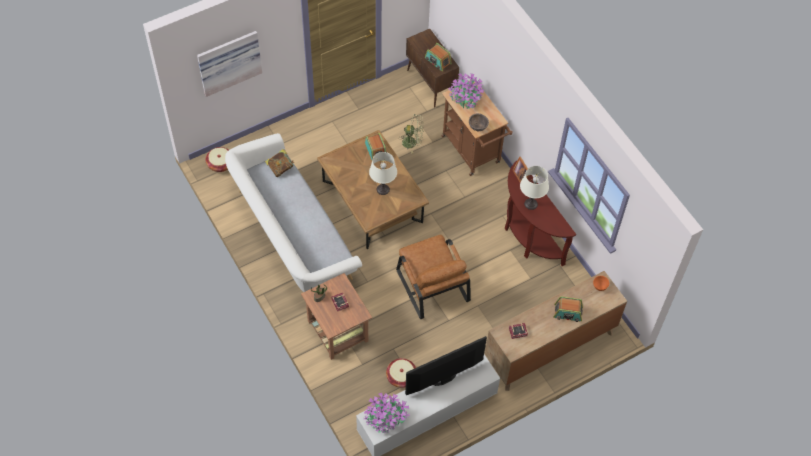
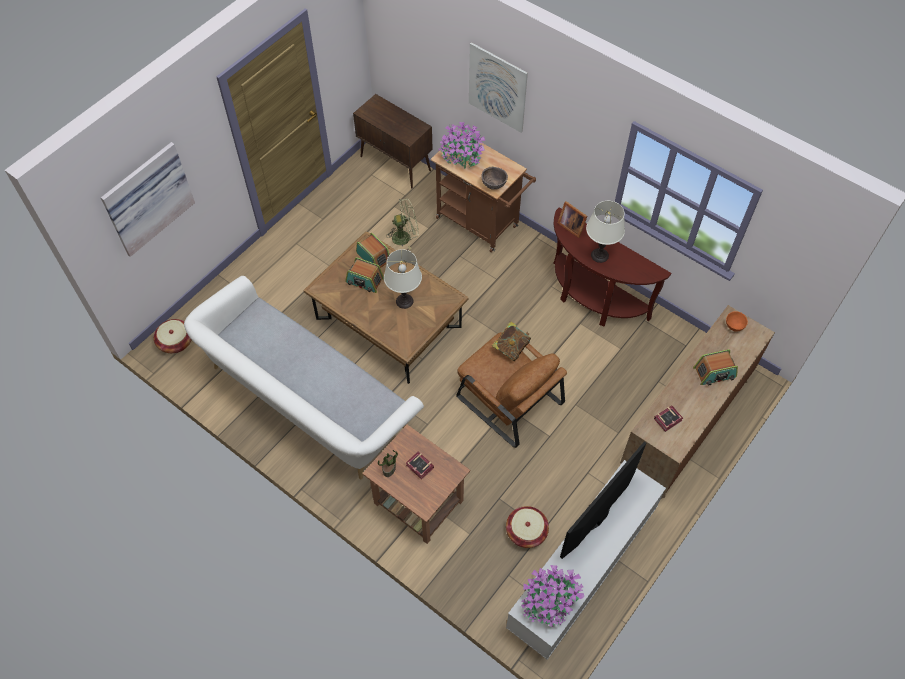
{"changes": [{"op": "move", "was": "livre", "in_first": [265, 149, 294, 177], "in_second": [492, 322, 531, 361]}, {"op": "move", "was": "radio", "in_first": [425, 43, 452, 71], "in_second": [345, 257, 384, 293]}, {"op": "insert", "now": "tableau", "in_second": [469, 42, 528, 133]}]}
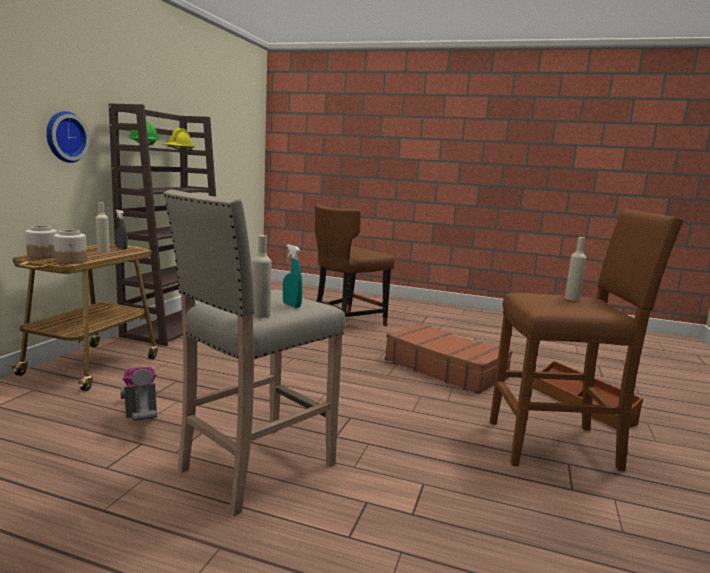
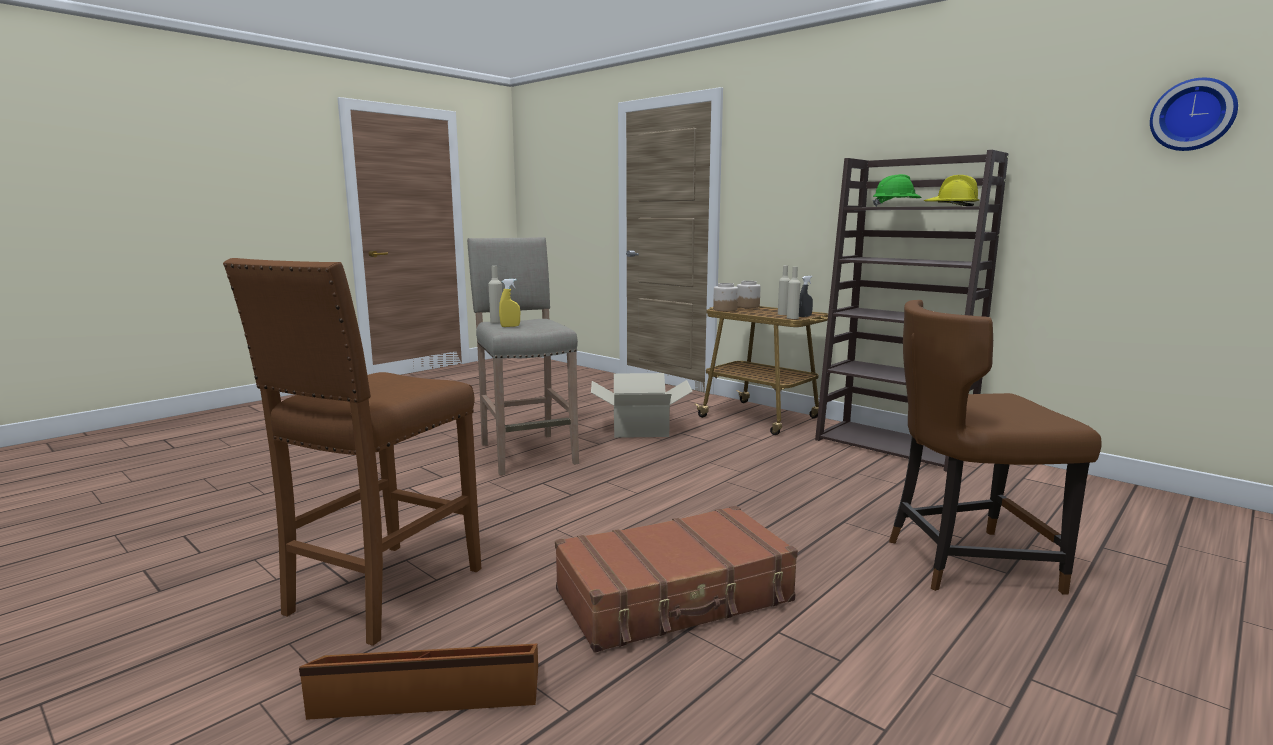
{"changes": [{"op": "move", "was": "horloge murale", "in_first": [46, 111, 90, 163], "in_second": [1150, 78, 1238, 151]}, {"op": "replace", "was": "aspirateur", "now": "carton", "in_first": [120, 367, 157, 421], "in_second": [591, 373, 693, 438]}, {"op": "recolor", "was": "vaporisateur (turquoise)", "now": "vaporisateur (jaune)", "in_first": [283, 245, 302, 308], "in_second": [499, 279, 520, 327]}, {"op": "rotate", "was": "chaise (marron)", "in_first": [315, 204, 395, 326], "in_second": [889, 300, 1101, 595], "clockwise": -75}, {"op": "move", "was": "bouteille (beige)", "in_first": [565, 237, 586, 301], "in_second": [787, 266, 800, 319]}]}
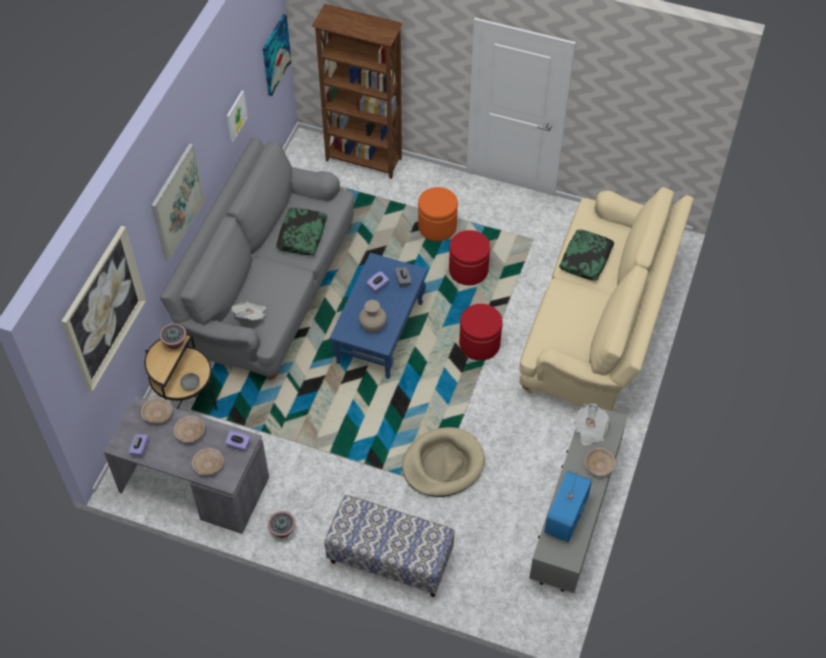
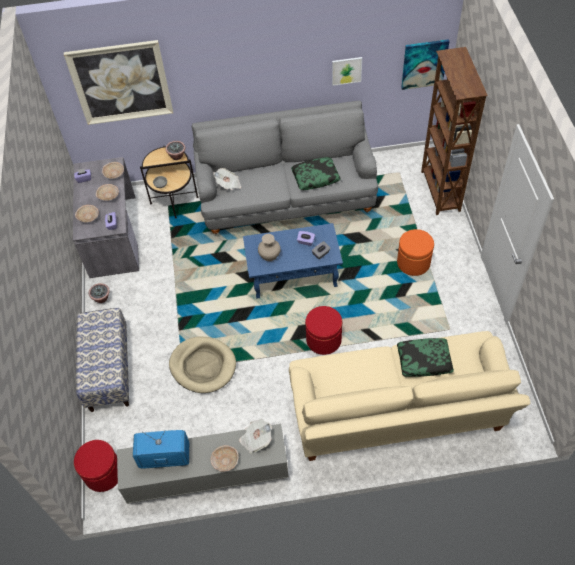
{"changes": [{"op": "delete", "was": "tableau", "in_first": [151, 143, 204, 261]}, {"op": "move", "was": "pouf (rouge)", "in_first": [449, 230, 490, 285], "in_second": [74, 440, 118, 492]}]}
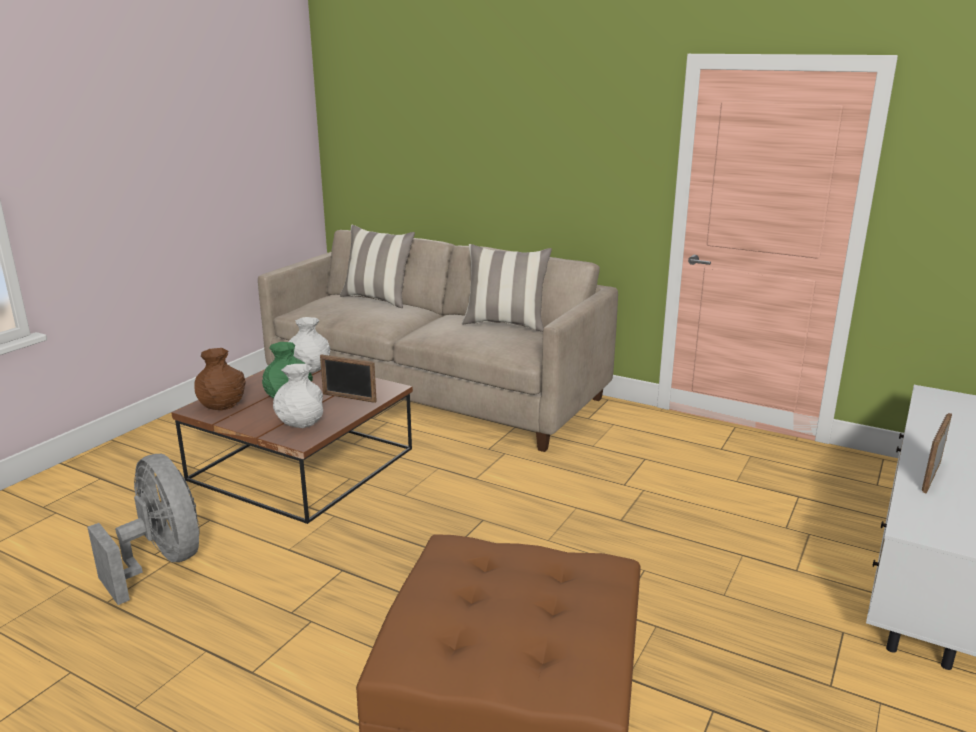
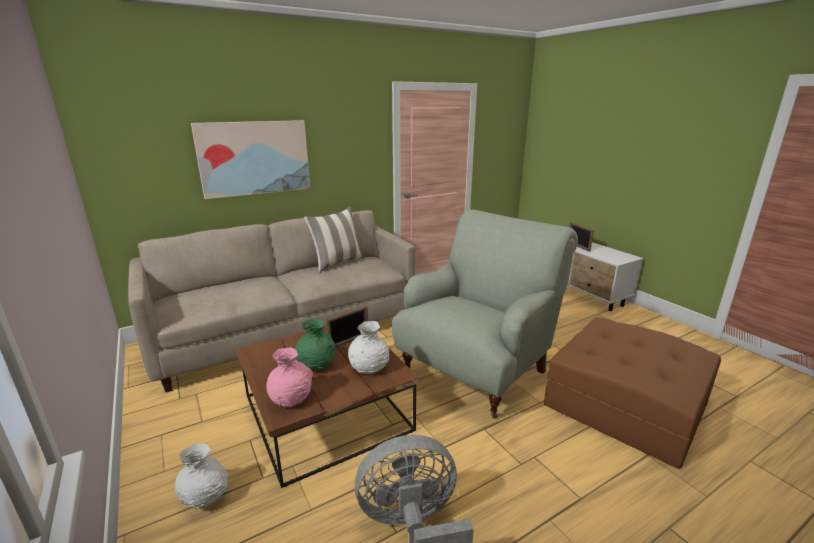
{"changes": [{"op": "recolor", "was": "vase (marron)", "now": "vase (rose)", "in_first": [194, 348, 246, 410], "in_second": [266, 347, 313, 407]}, {"op": "move", "was": "vase (blanc)", "in_first": [288, 317, 330, 373], "in_second": [175, 444, 228, 509]}, {"op": "delete", "was": "coussin", "in_first": [340, 225, 415, 308]}, {"op": "insert", "now": "tableau", "in_second": [191, 120, 310, 199]}, {"op": "insert", "now": "fauteuil (gris)", "in_second": [392, 209, 578, 418]}]}
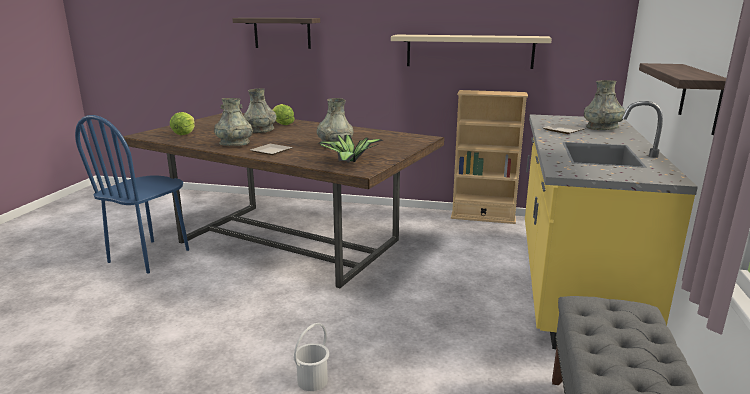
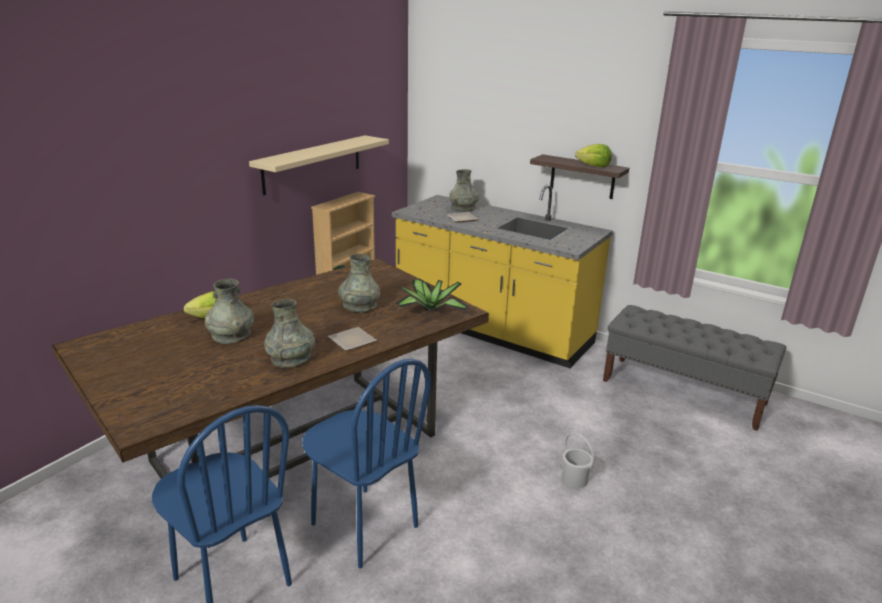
{"changes": [{"op": "move", "was": "laitue", "in_first": [170, 112, 195, 135], "in_second": [575, 144, 612, 167]}, {"op": "delete", "was": "étagère", "in_first": [232, 18, 320, 49]}, {"op": "insert", "now": "chaise (bleu)", "in_second": [302, 359, 431, 569]}]}
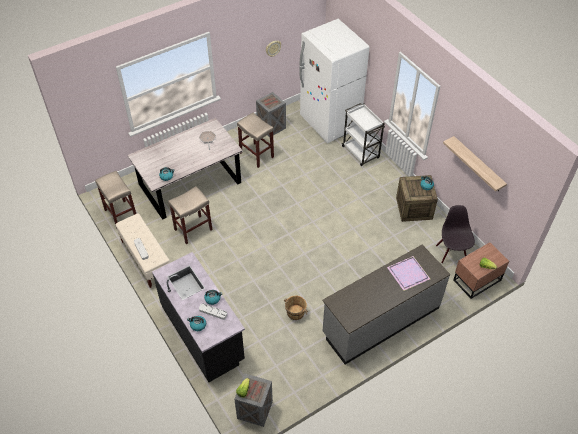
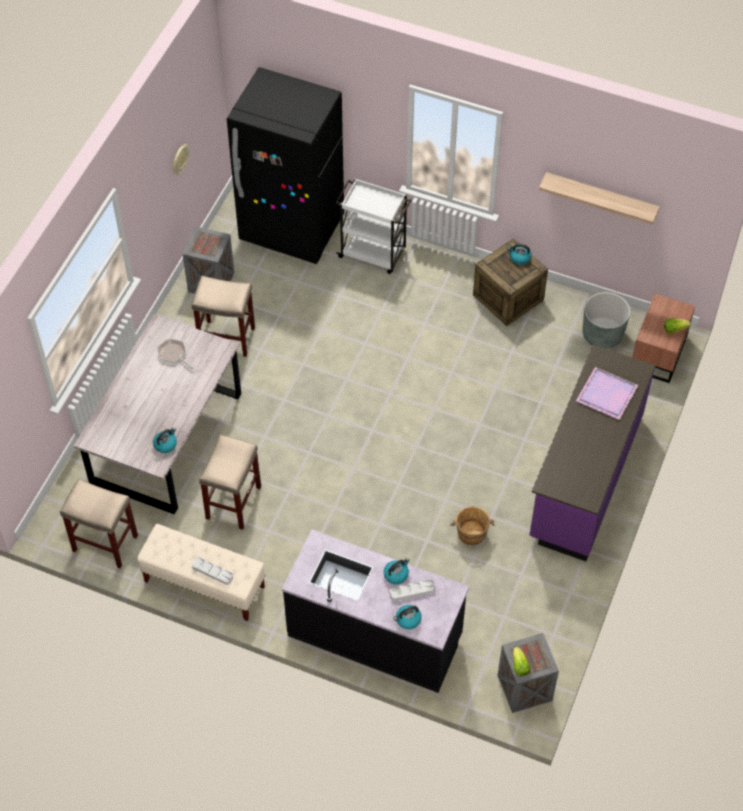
{"changes": [{"op": "recolor", "was": "réfrigérateur (blanc)", "now": "réfrigérateur (noir)", "in_first": [299, 19, 370, 143], "in_second": [227, 67, 344, 264]}, {"op": "recolor", "was": "comptoir de cuisine (gris)", "now": "comptoir de cuisine (violet)", "in_first": [322, 245, 450, 364], "in_second": [530, 345, 656, 561]}, {"op": "replace", "was": "chaise (noir)", "now": "cache-pot (gris)", "in_first": [436, 205, 475, 263], "in_second": [583, 292, 630, 349]}]}
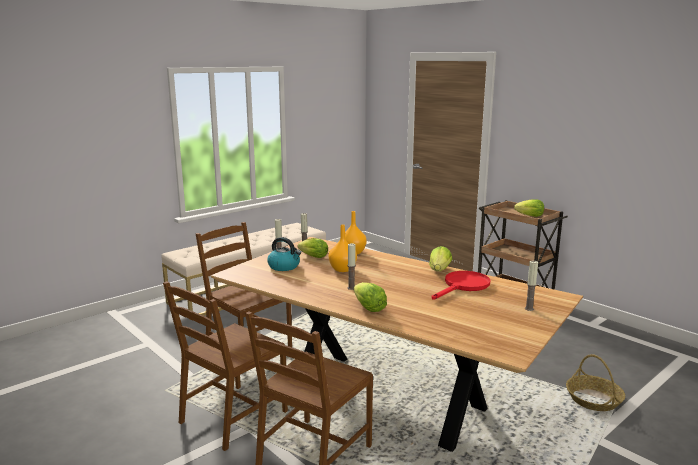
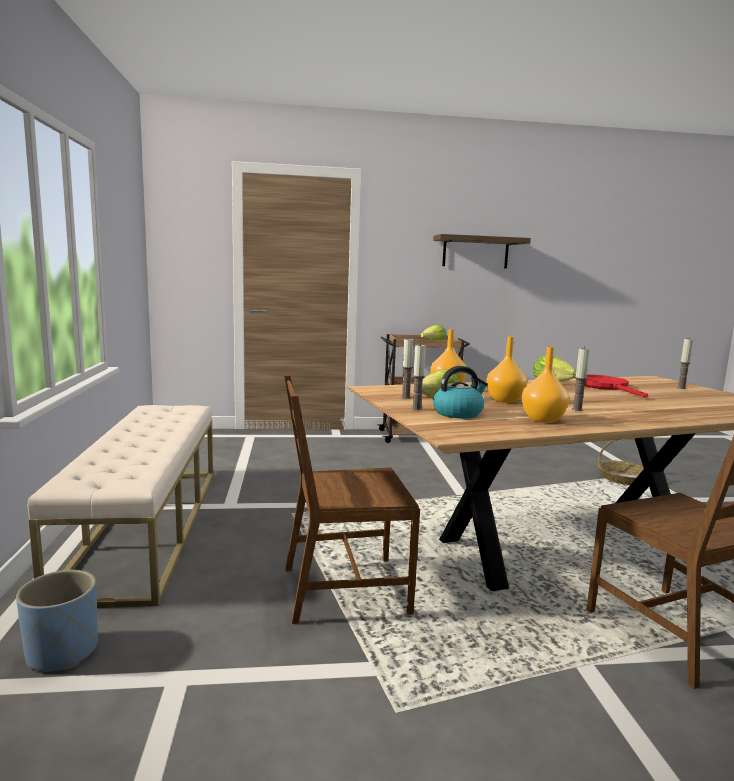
{"changes": [{"op": "delete", "was": "chaise (marron)", "in_first": [163, 281, 288, 451]}, {"op": "delete", "was": "laitue", "in_first": [353, 282, 387, 312]}, {"op": "insert", "now": "cache-pot (bleu)", "in_second": [16, 570, 98, 671]}, {"op": "insert", "now": "étagère", "in_second": [433, 234, 531, 269]}, {"op": "insert", "now": "vase (orange)", "in_second": [522, 346, 569, 423]}]}
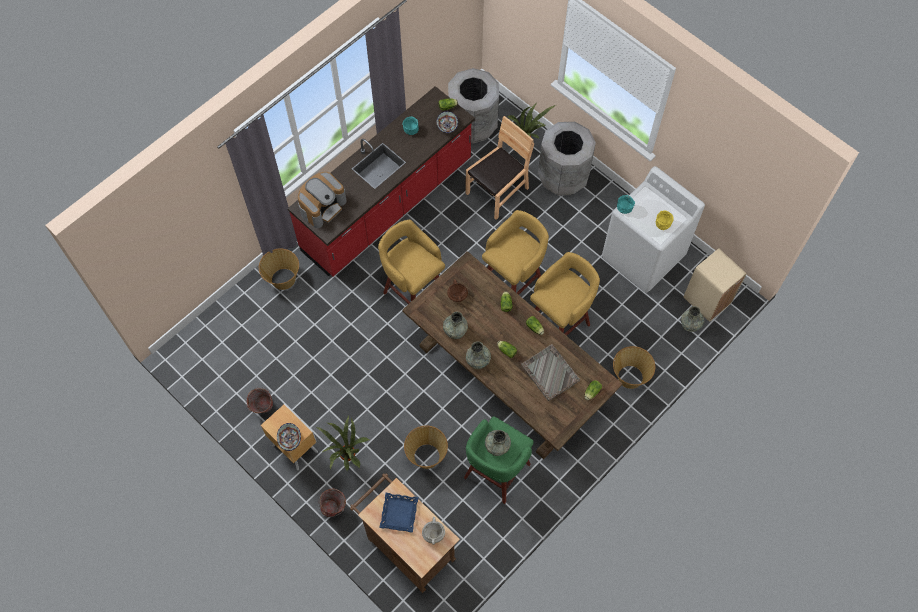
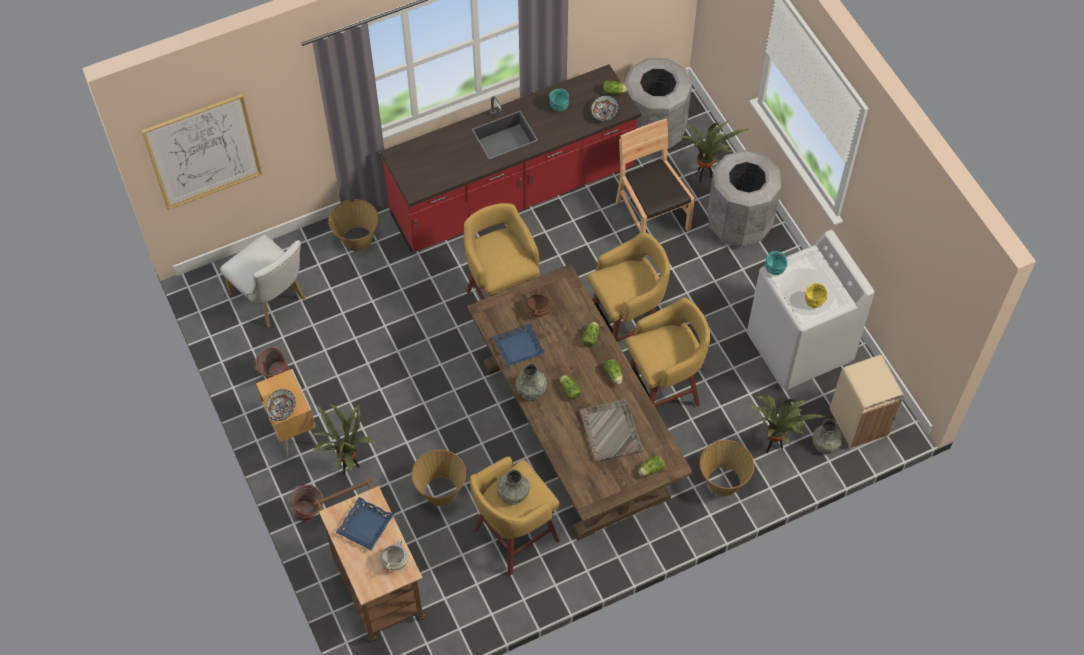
{"changes": [{"op": "delete", "was": "machine à café", "in_first": [298, 172, 347, 228]}, {"op": "replace", "was": "vase (gris)", "now": "plateau (bleu)", "in_first": [443, 312, 468, 339], "in_second": [493, 323, 545, 367]}, {"op": "recolor", "was": "tabouret (vert)", "now": "tabouret (jaune)", "in_first": [464, 416, 534, 504], "in_second": [470, 456, 560, 576]}, {"op": "rotate", "was": "chaise (marron)", "in_first": [465, 116, 534, 220], "in_second": [616, 118, 695, 232], "clockwise": -90}, {"op": "insert", "now": "tableau", "in_second": [141, 94, 262, 210]}, {"op": "insert", "now": "chaise (blanc)", "in_second": [220, 235, 305, 327]}, {"op": "insert", "now": "plante en pot", "in_second": [747, 395, 825, 453]}]}
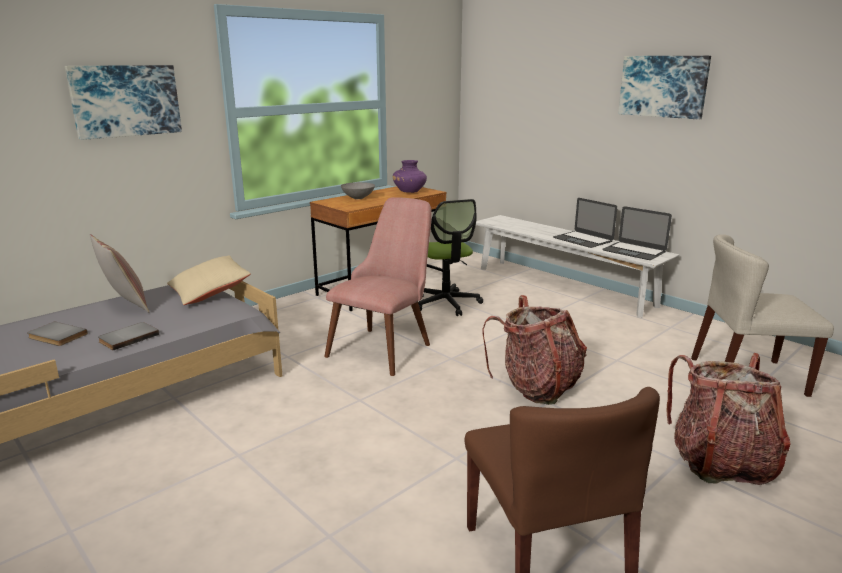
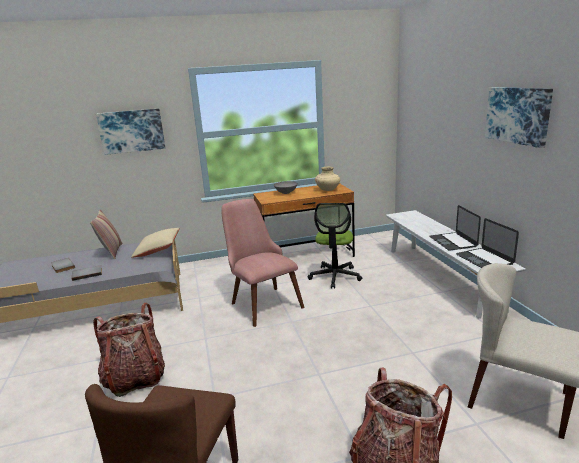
{"changes": [{"op": "rotate", "was": "chaise (rose)", "in_first": [324, 197, 432, 376], "in_second": [221, 199, 304, 327], "clockwise": -90}, {"op": "recolor", "was": "vase (violet)", "now": "vase (beige)", "in_first": [393, 160, 427, 193], "in_second": [315, 167, 340, 191]}, {"op": "move", "was": "sac à dos", "in_first": [482, 295, 587, 405], "in_second": [93, 303, 165, 397]}]}
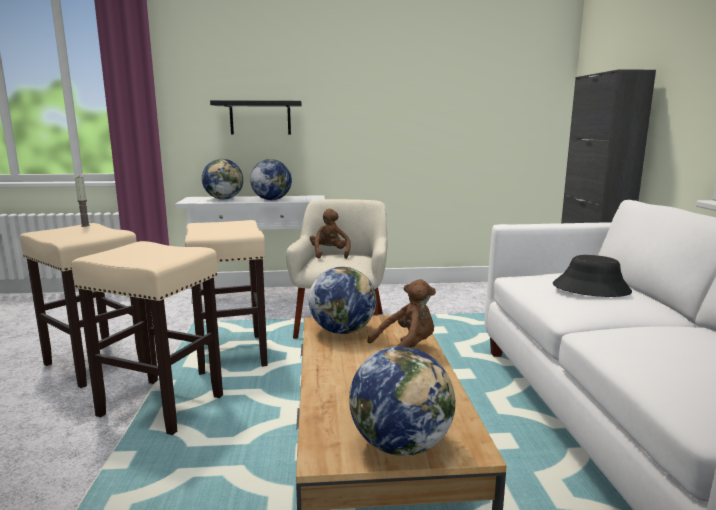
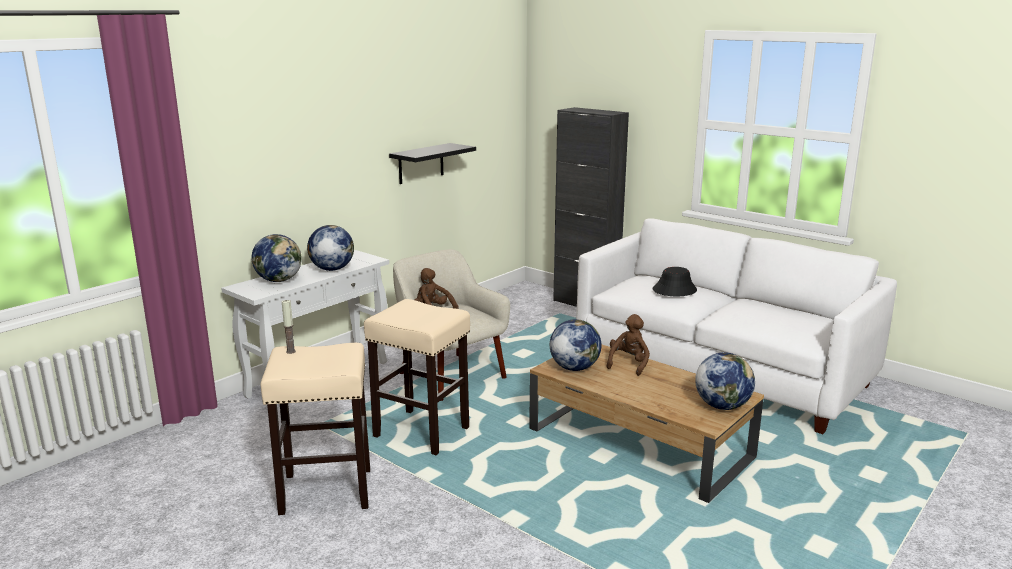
{"changes": [{"op": "delete", "was": "tabouret (beige)", "in_first": [71, 241, 223, 435]}, {"op": "move", "was": "étagère (noir)", "in_first": [210, 100, 302, 134], "in_second": [389, 143, 476, 184]}]}
